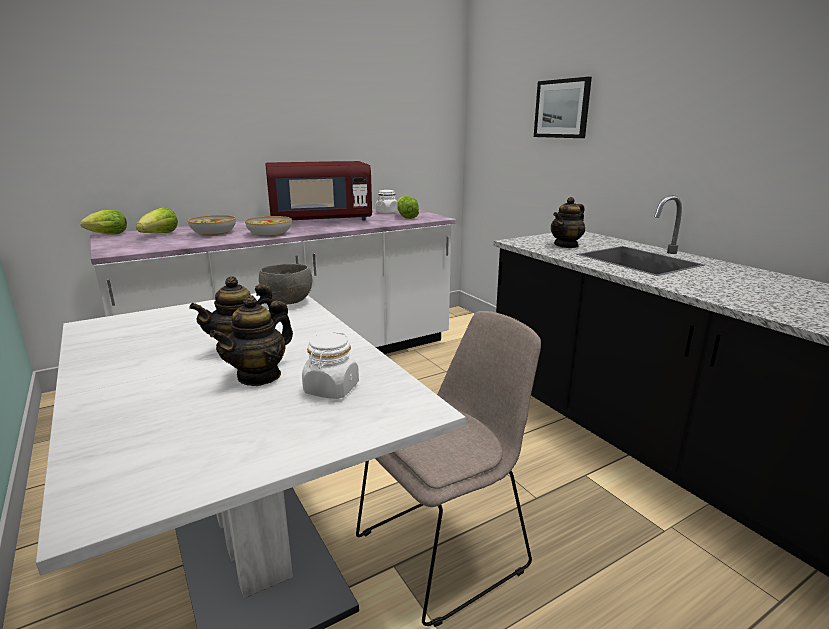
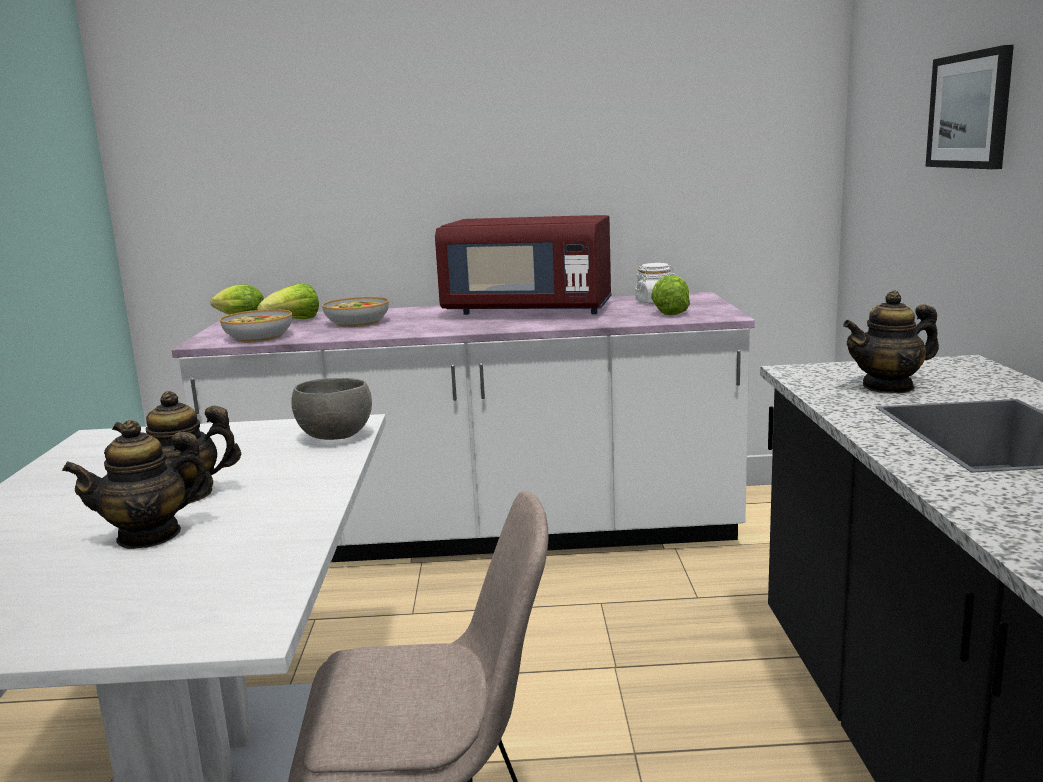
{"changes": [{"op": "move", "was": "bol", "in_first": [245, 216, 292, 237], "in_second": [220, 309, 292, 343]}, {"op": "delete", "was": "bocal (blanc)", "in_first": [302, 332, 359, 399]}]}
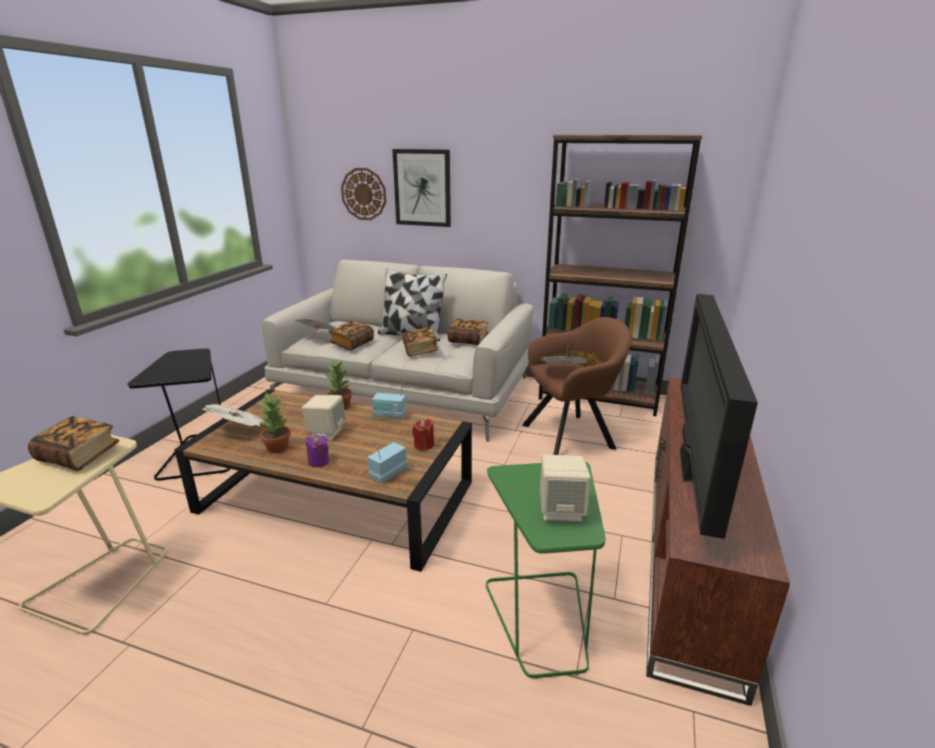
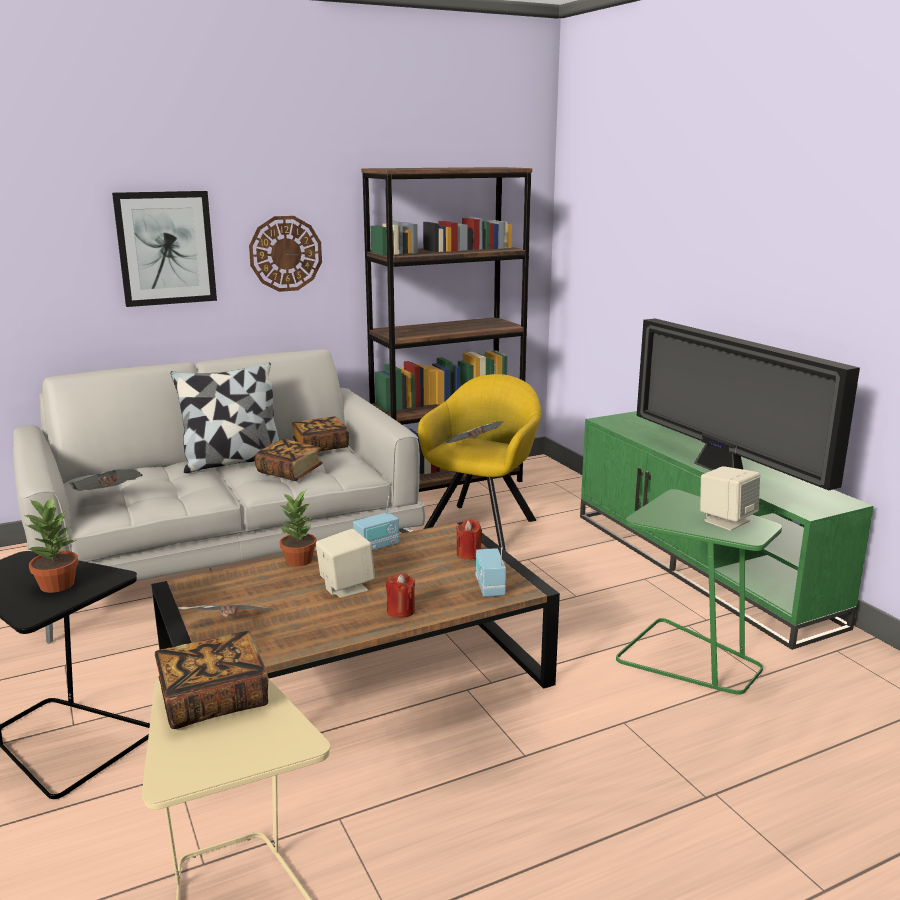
{"changes": [{"op": "move", "was": "plante en pot", "in_first": [259, 393, 291, 453], "in_second": [23, 498, 78, 593]}, {"op": "recolor", "was": "bougie (violet)", "now": "bougie (rouge)", "in_first": [305, 435, 329, 467], "in_second": [386, 573, 415, 618]}, {"op": "delete", "was": "livre", "in_first": [329, 321, 374, 351]}, {"op": "move", "was": "horloge murale", "in_first": [341, 168, 386, 220], "in_second": [249, 216, 322, 292]}, {"op": "recolor", "was": "fauteuil (marron)", "now": "fauteuil (jaune)", "in_first": [522, 317, 631, 455], "in_second": [418, 374, 541, 551]}, {"op": "recolor", "was": "meuble télé (marron)", "now": "meuble télé (vert)", "in_first": [646, 377, 790, 706], "in_second": [580, 411, 874, 650]}]}
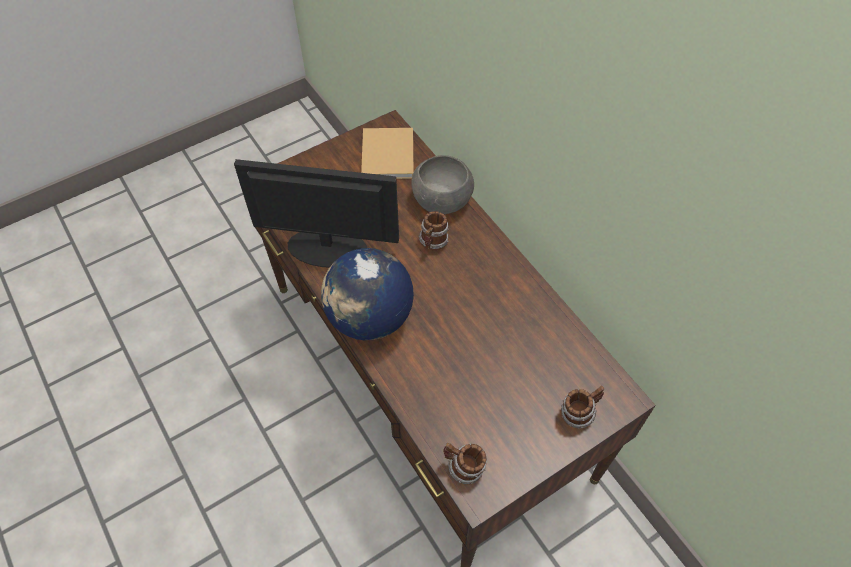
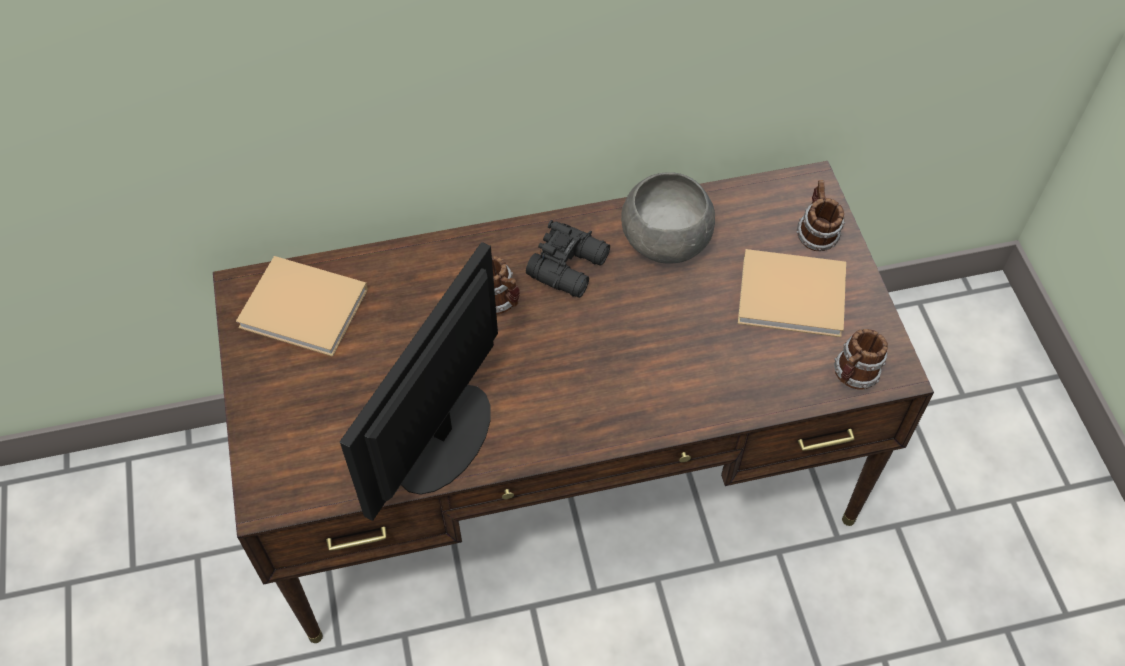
{"changes": [{"op": "delete", "was": "globe", "in_first": [321, 248, 414, 341]}, {"op": "move", "was": "bol (gris)", "in_first": [411, 155, 474, 214], "in_second": [621, 172, 715, 263]}, {"op": "insert", "now": "jumelles (noir)", "in_second": [526, 220, 610, 298]}, {"op": "insert", "now": "livre (beige)", "in_second": [738, 249, 846, 337]}]}
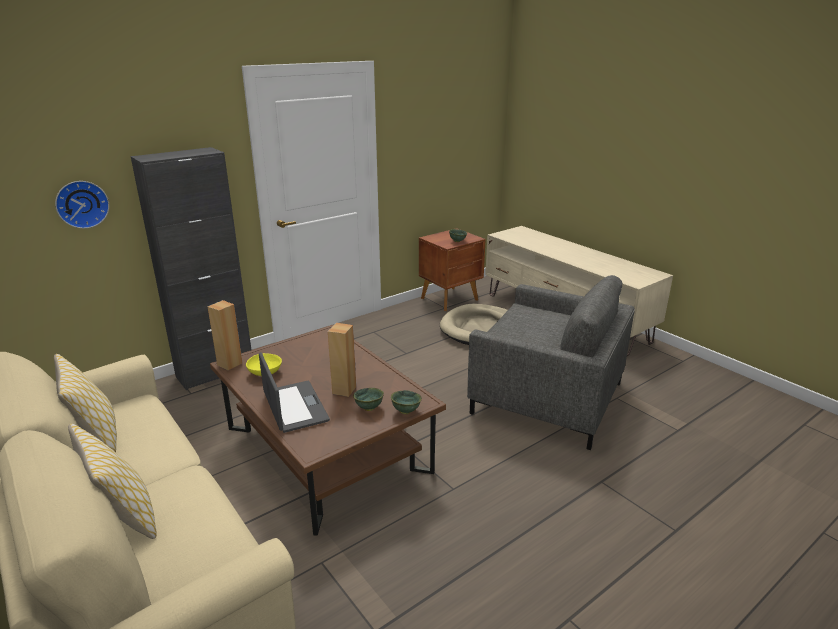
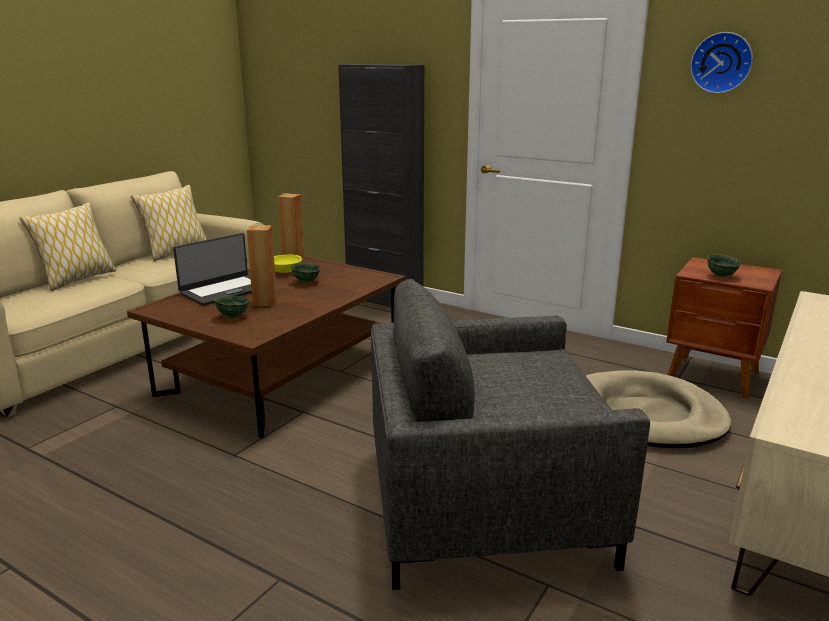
{"changes": [{"op": "move", "was": "horloge murale", "in_first": [55, 181, 109, 229], "in_second": [690, 32, 753, 93]}, {"op": "move", "was": "bol (vert)", "in_first": [391, 390, 422, 414], "in_second": [291, 262, 321, 283]}, {"op": "rotate", "was": "fauteuil (gris)", "in_first": [467, 275, 635, 450], "in_second": [371, 279, 650, 590], "clockwise": 75}]}
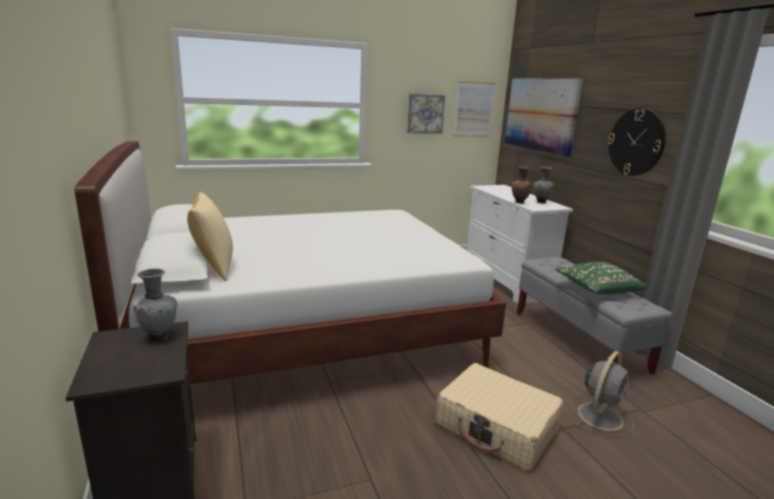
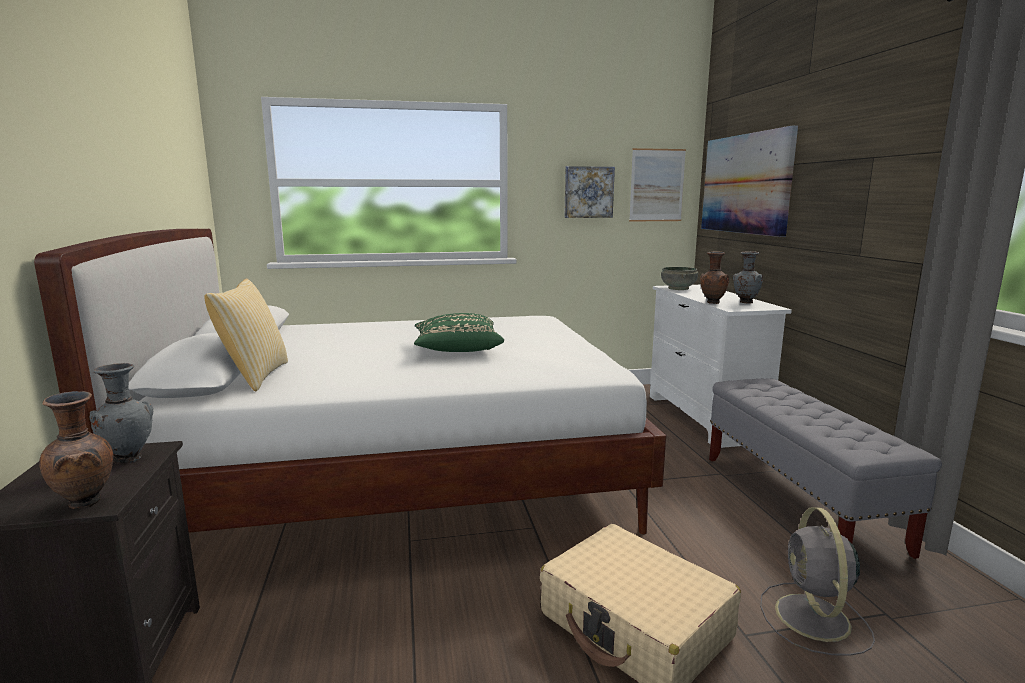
{"changes": [{"op": "move", "was": "coussin (vert)", "in_first": [555, 262, 647, 294], "in_second": [414, 313, 504, 352]}, {"op": "rotate", "was": "ventilateur (gris)", "in_first": [570, 351, 634, 438], "in_second": [760, 507, 875, 656], "clockwise": 135}, {"op": "delete", "was": "horloge murale", "in_first": [608, 108, 666, 176]}, {"op": "insert", "now": "vase (marron)", "in_second": [39, 391, 113, 509]}, {"op": "insert", "now": "bol (gris)", "in_second": [661, 267, 698, 290]}]}
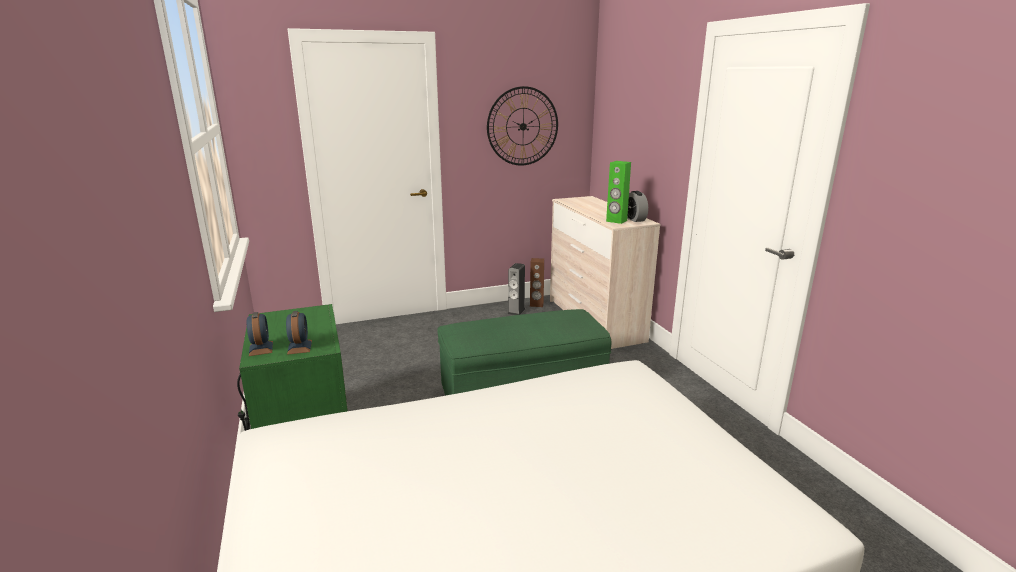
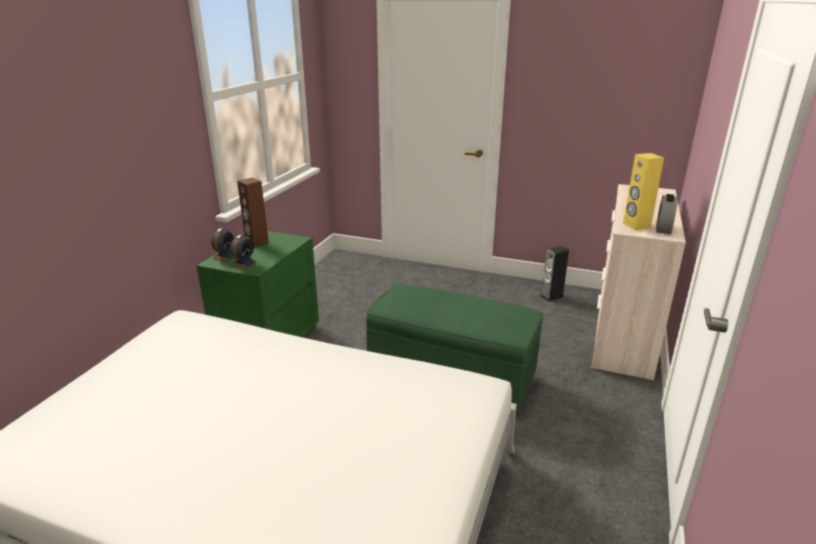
{"changes": [{"op": "delete", "was": "horloge murale", "in_first": [487, 86, 558, 165]}, {"op": "move", "was": "enceinte (marron)", "in_first": [530, 258, 544, 307], "in_second": [237, 178, 269, 247]}, {"op": "recolor", "was": "enceinte (vert)", "now": "enceinte (jaune)", "in_first": [606, 161, 631, 224], "in_second": [623, 153, 664, 230]}]}
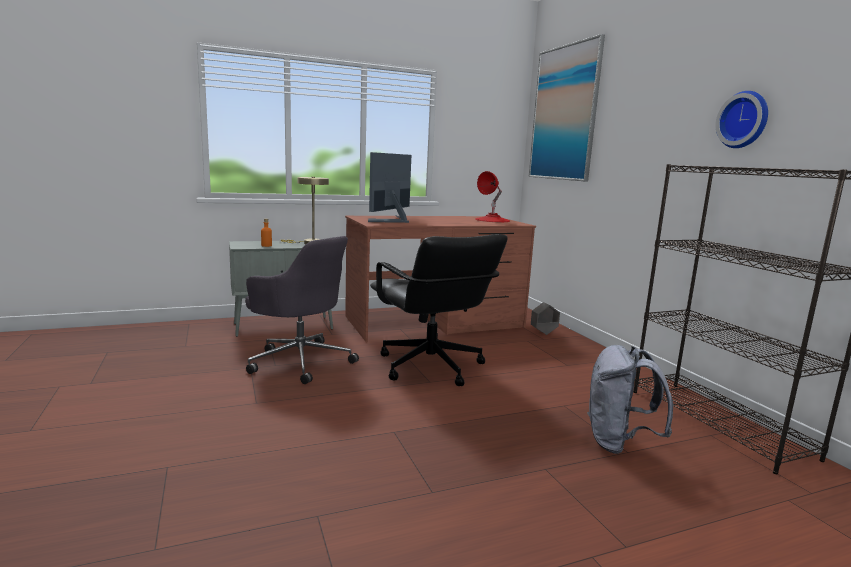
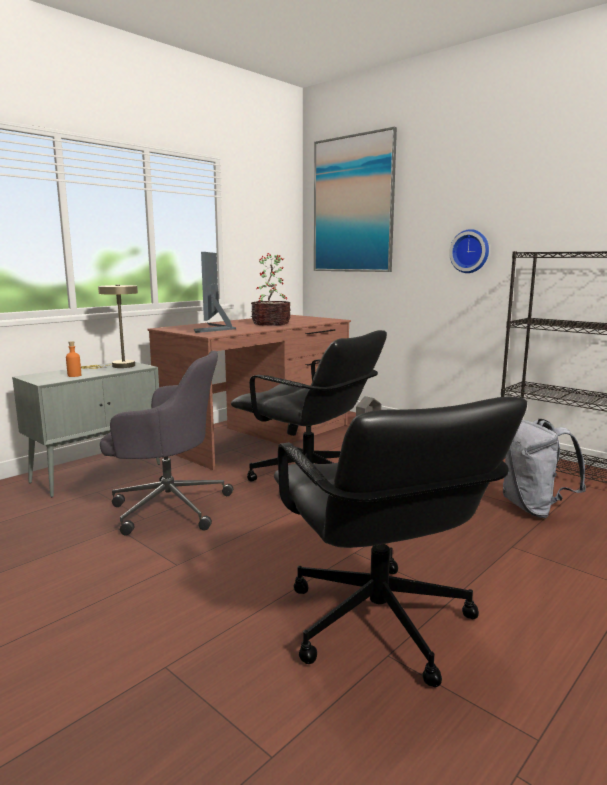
{"changes": [{"op": "delete", "was": "lampe de table (rouge)", "in_first": [475, 171, 510, 222]}, {"op": "move", "was": "horloge murale", "in_first": [715, 91, 768, 148], "in_second": [449, 229, 489, 273]}, {"op": "insert", "now": "plante en pot", "in_second": [251, 253, 291, 326]}, {"op": "insert", "now": "chaise de bureau (noir)", "in_second": [274, 397, 527, 687]}]}
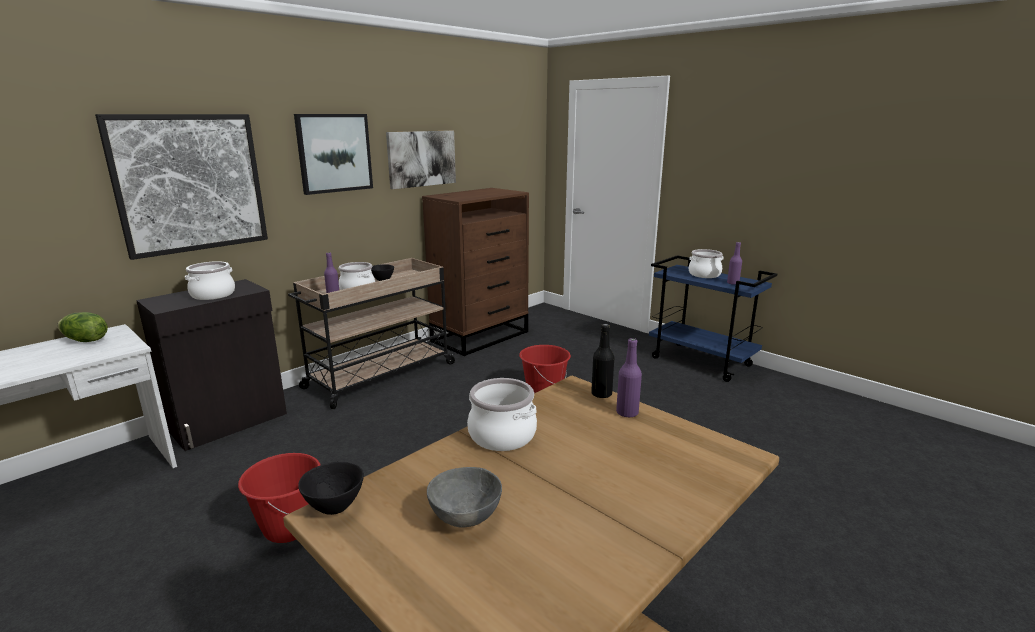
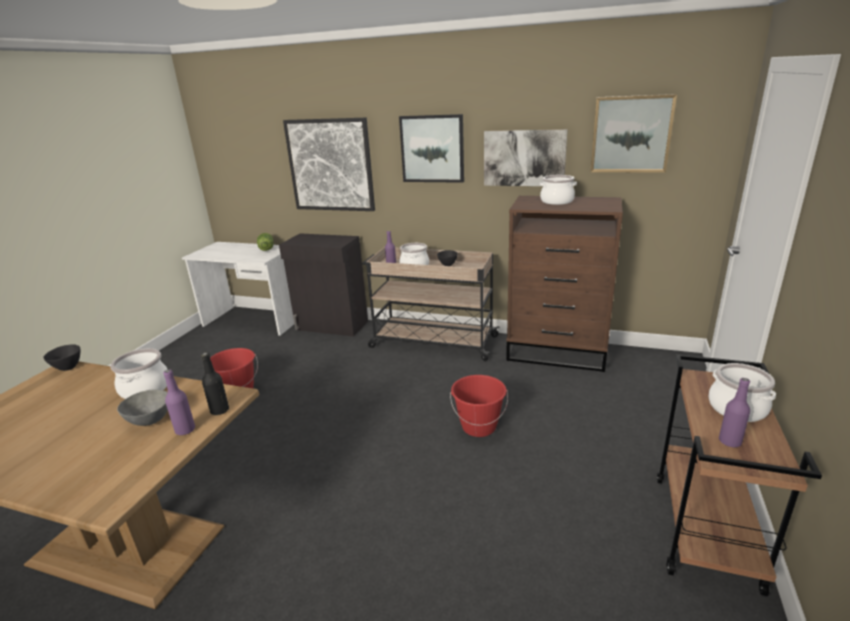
{"changes": [{"op": "move", "was": "marmite", "in_first": [185, 261, 235, 300], "in_second": [540, 175, 577, 205]}, {"op": "move", "was": "bol (gris)", "in_first": [427, 467, 502, 527], "in_second": [117, 389, 168, 426]}, {"op": "recolor", "was": "chariot (bleu)", "now": "chariot (marron)", "in_first": [649, 255, 777, 382], "in_second": [657, 354, 822, 596]}, {"op": "insert", "now": "tableau", "in_second": [591, 94, 677, 173]}]}
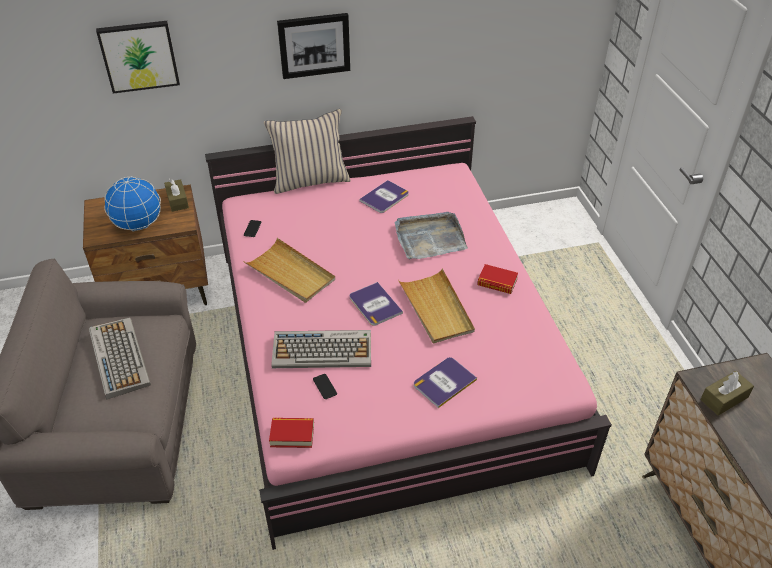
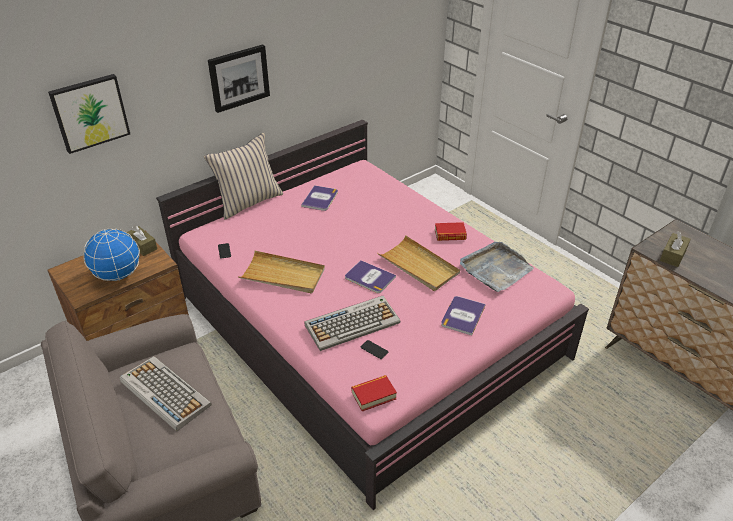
{"changes": [{"op": "move", "was": "plateau (gris)", "in_first": [395, 212, 468, 259], "in_second": [460, 242, 534, 292]}]}
